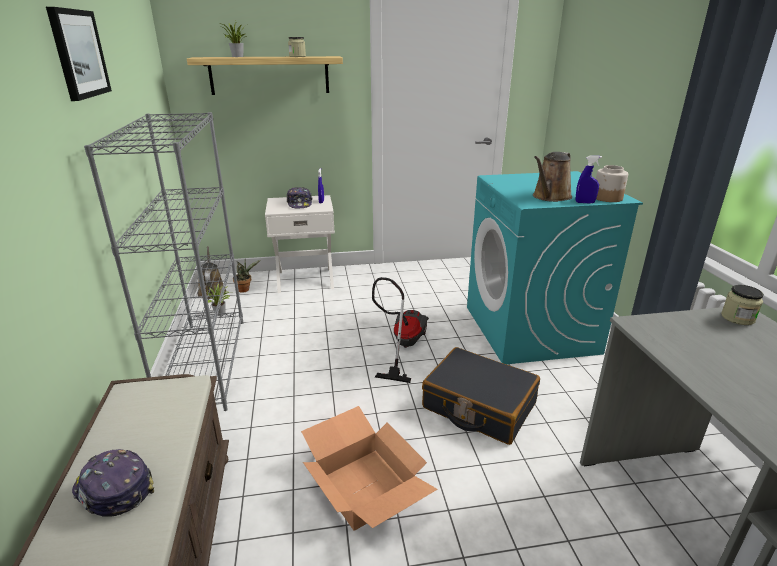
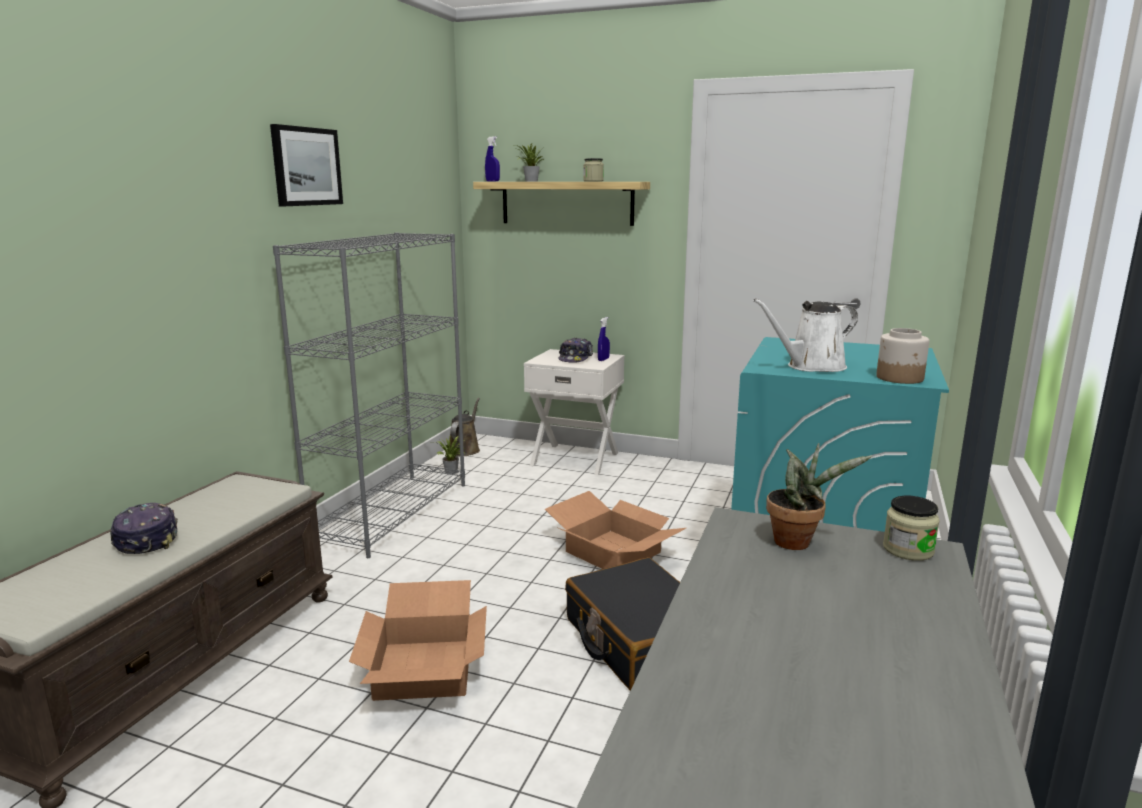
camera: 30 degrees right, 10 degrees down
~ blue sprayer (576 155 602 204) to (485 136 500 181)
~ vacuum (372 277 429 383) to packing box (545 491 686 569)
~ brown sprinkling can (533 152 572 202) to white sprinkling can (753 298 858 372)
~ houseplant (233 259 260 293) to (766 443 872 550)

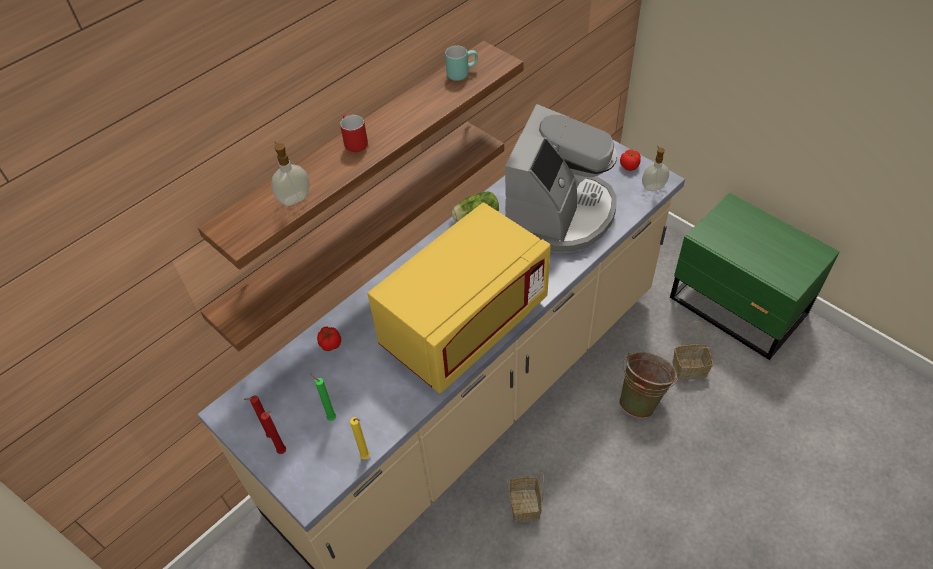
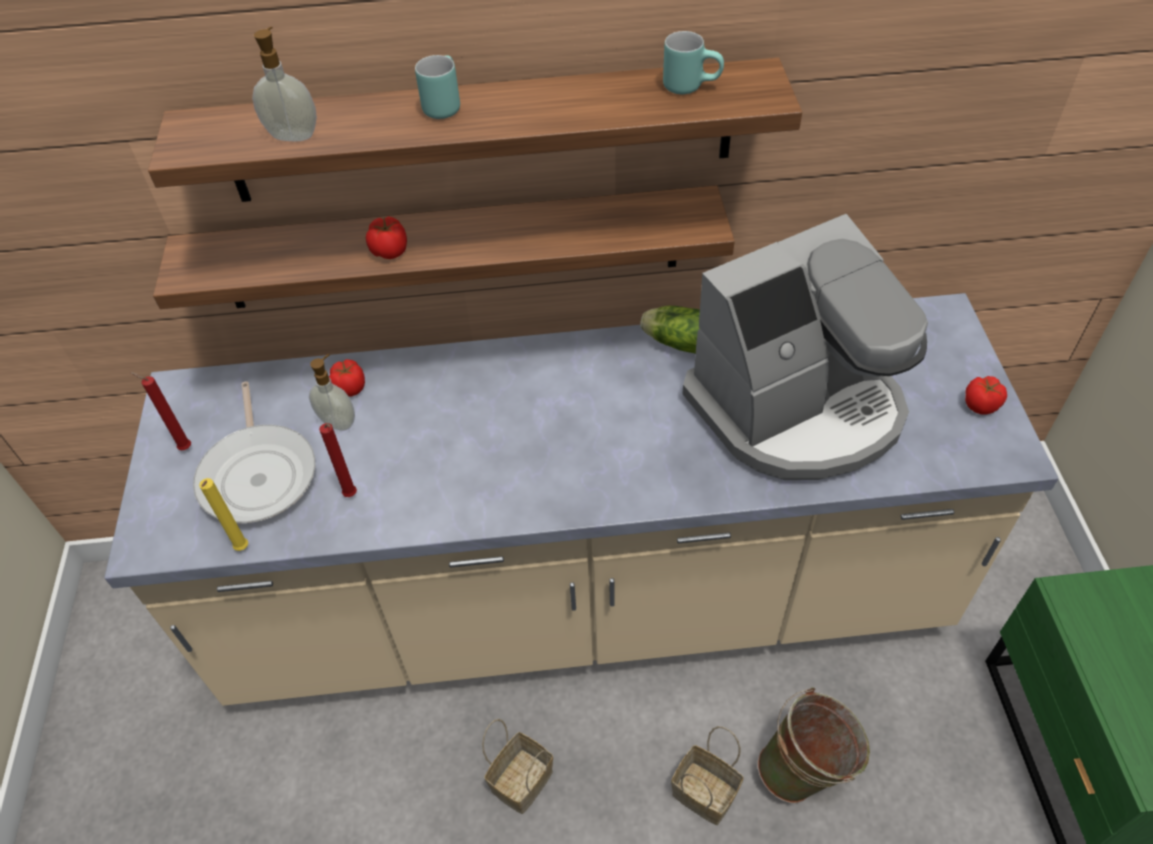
camera: 40 degrees right, 0 degrees up
~ green wax light (310 373 336 421) to frying pan (193 381 316 523)
~ soap dispenser (642 145 669 191) to (309 354 355 431)
~ reddish wax light (261 411 286 454) to (319 423 357 497)
+ tomato (366 216 407 259)
~ reddish tea mug (340 115 368 152) to turquoise-coloured tea mug (415 55 460 119)
~ storage basket (673 321 713 380) to (671 726 744 825)
- yellow-coloured microwave (368 202 551 393)

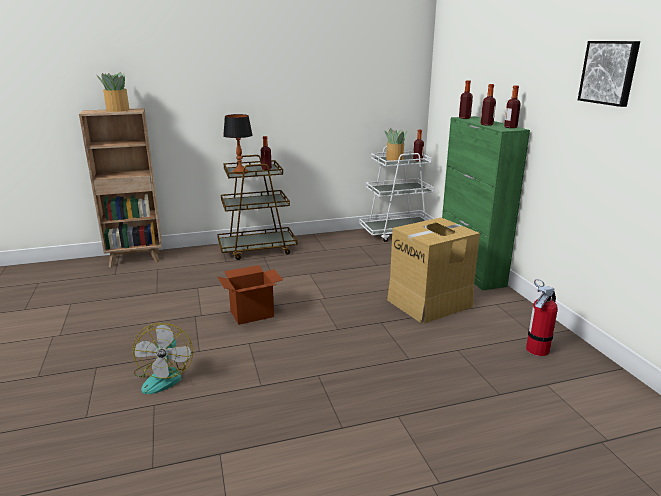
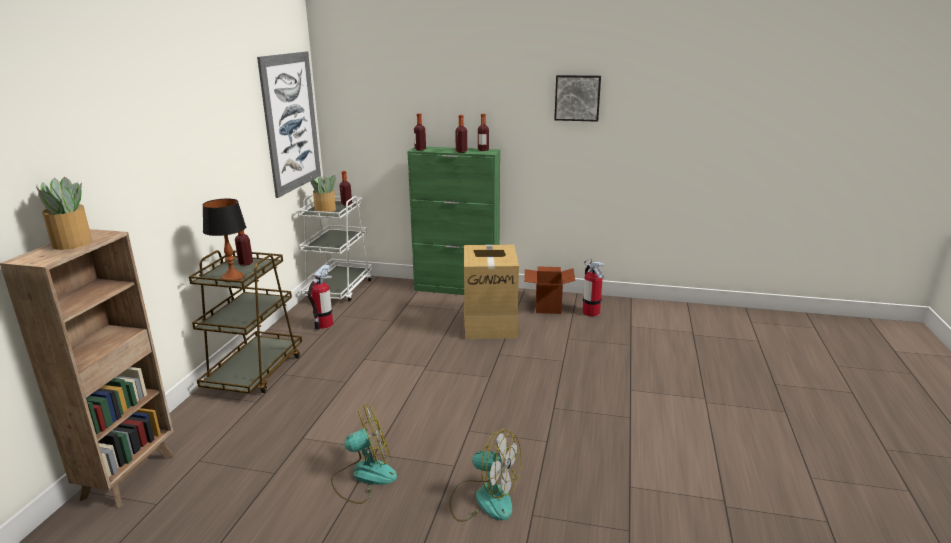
camera: 60 degrees left, 0 degrees up
+ picture (257 51 321 198)
+ fire extinguisher (308 264 333 330)
+ cooling fan (331 405 397 504)
~ packing box (217 265 283 325) to (524 266 575 314)

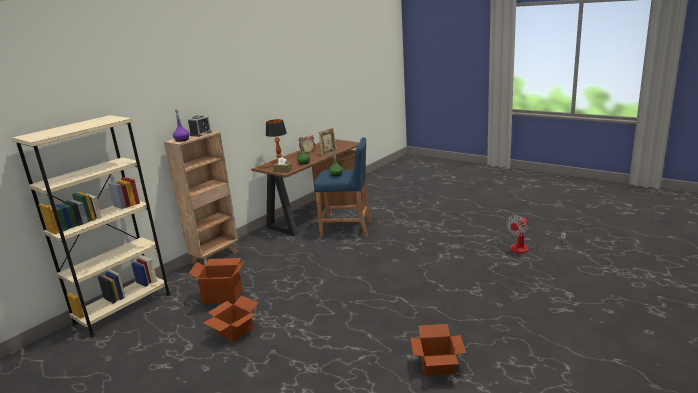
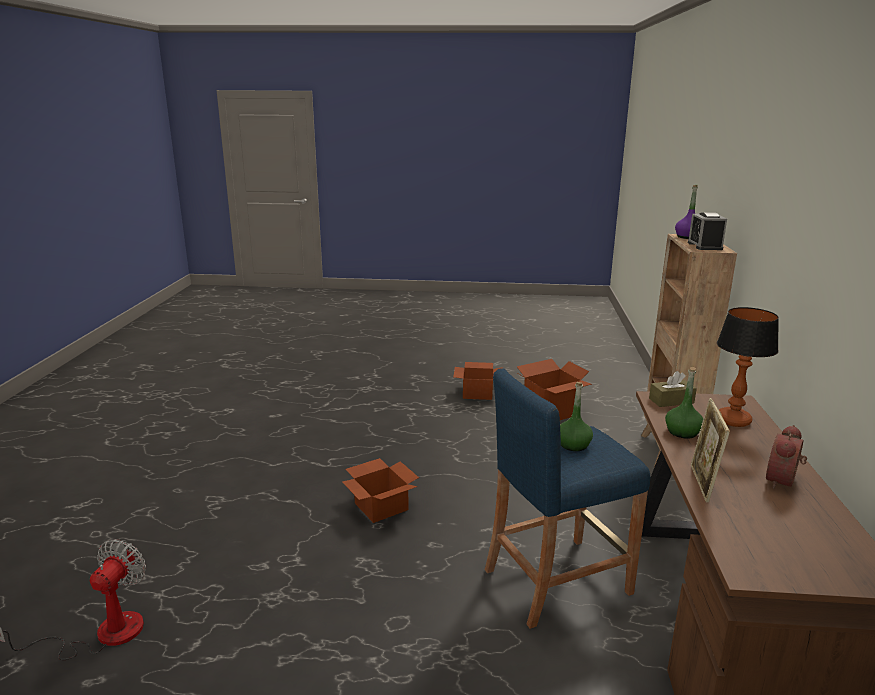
camera: 145 degrees right, 0 degrees up
~ packing box (410 324 466 376) to (342 458 419 523)
- sand-coloured shelving unit (12 115 171 337)

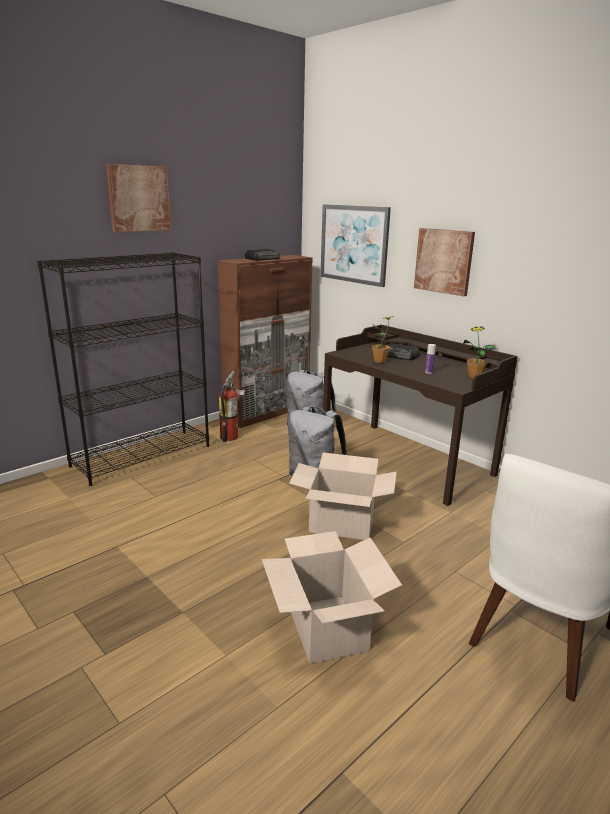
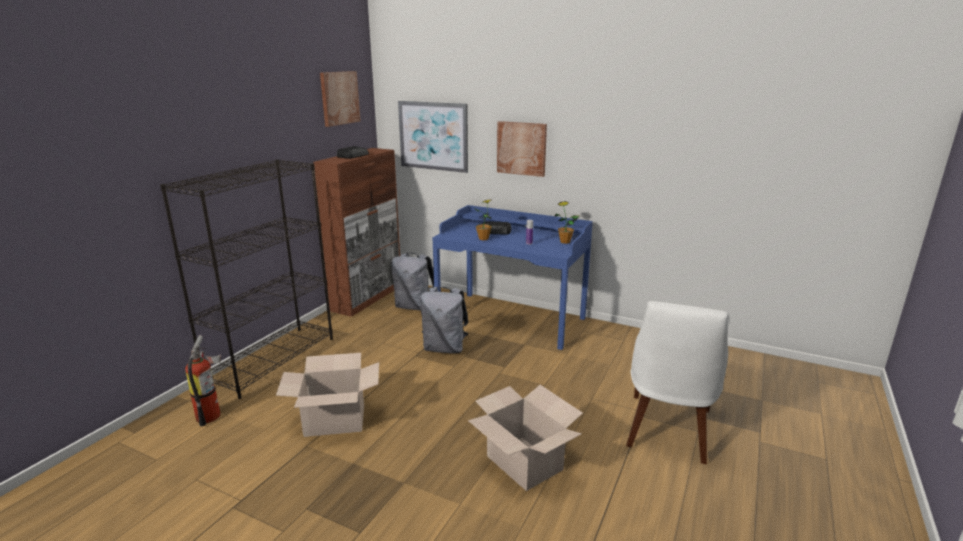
camera: 20 degrees left, 0 degrees up
~ fire extinguisher (219 371 245 442) to (185 335 221 426)
~ packing box (289 453 397 540) to (276 353 379 437)
~ picture (106 163 171 232) to (320 71 361 127)
~ brown desk unit (323 325 518 506) to blue desk unit (433 205 593 350)

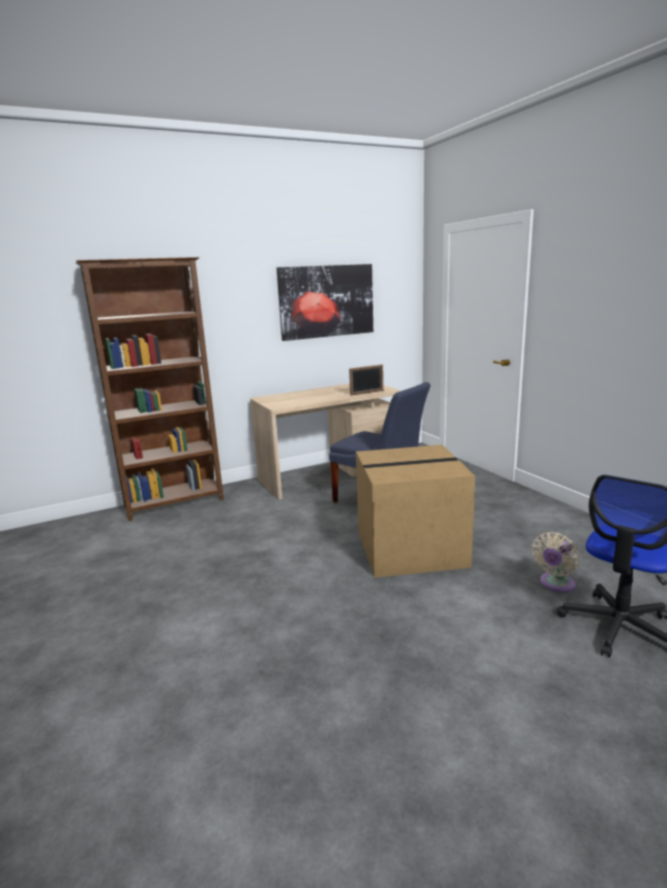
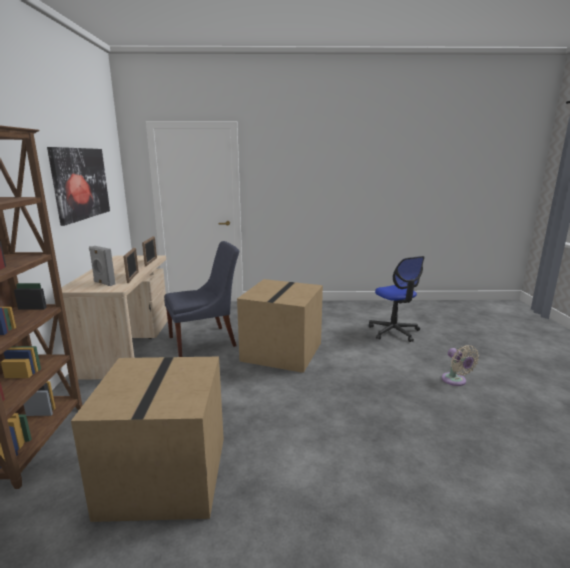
camera: 65 degrees left, 0 degrees up
+ packing box (71 357 224 522)
+ grey speaker (89 246 116 286)
+ standing frame (123 248 139 283)
~ sand-coloured cooling fan (532 532 580 592) to (441 345 479 386)

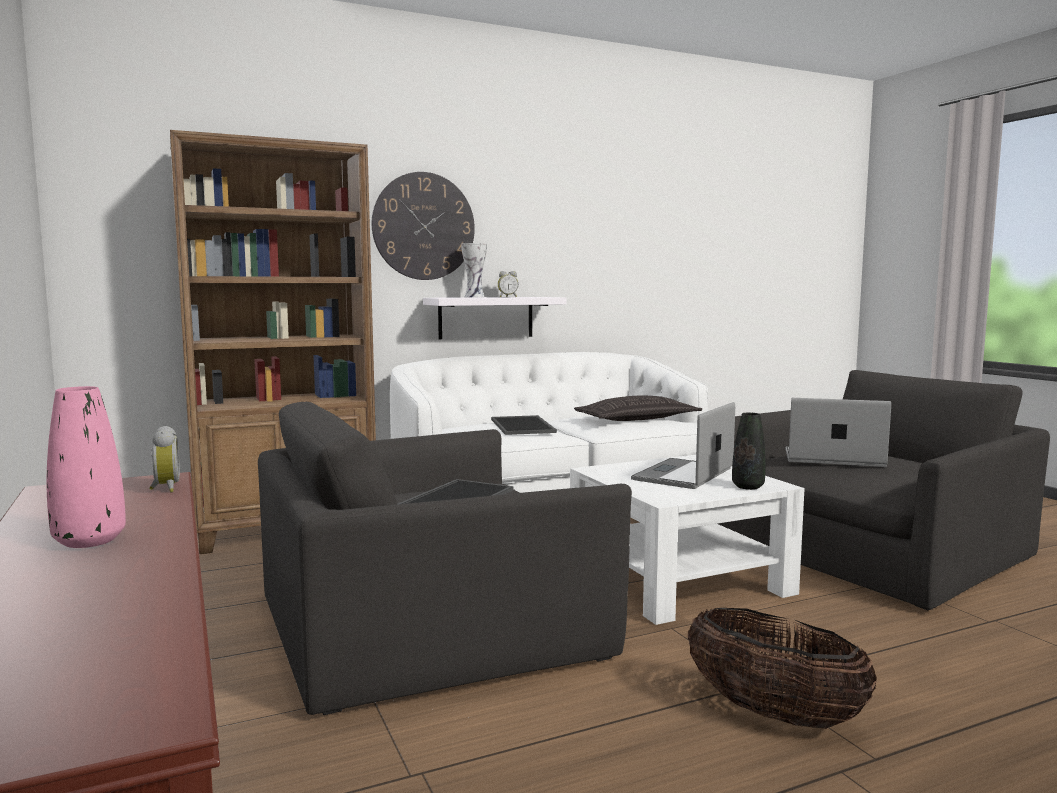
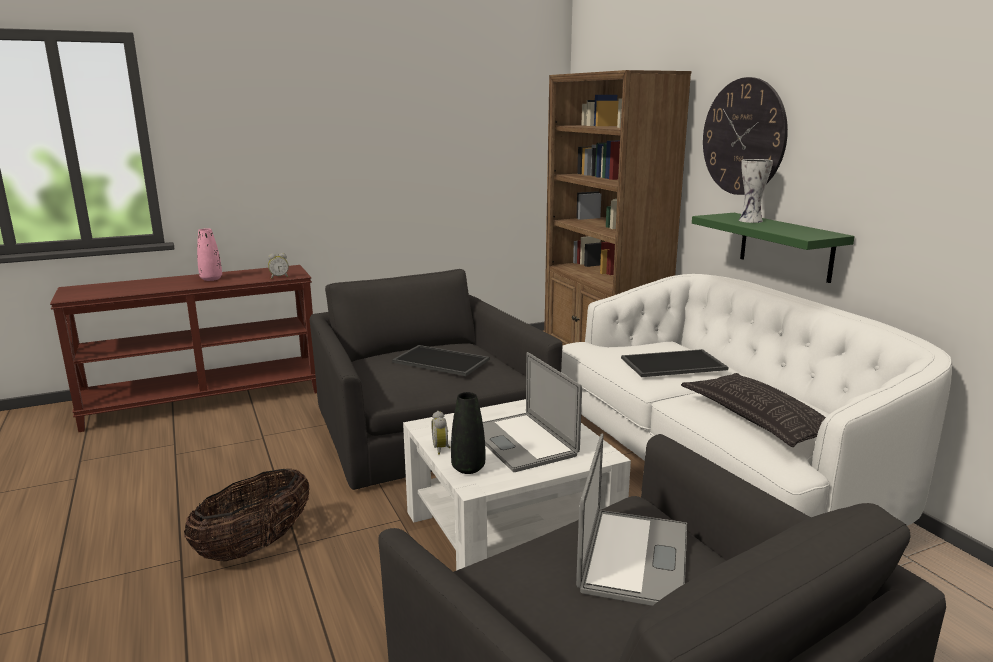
camera: 90 degrees right, 10 degrees up
~ bedside clock (498 271 518 297) to (432 411 450 455)
~ notebook computer (631 402 735 489) = (483 352 582 472) 150 degrees counterclockwise
~ white bracket shelf (423 297 567 339) to green bracket shelf (692 213 855 283)

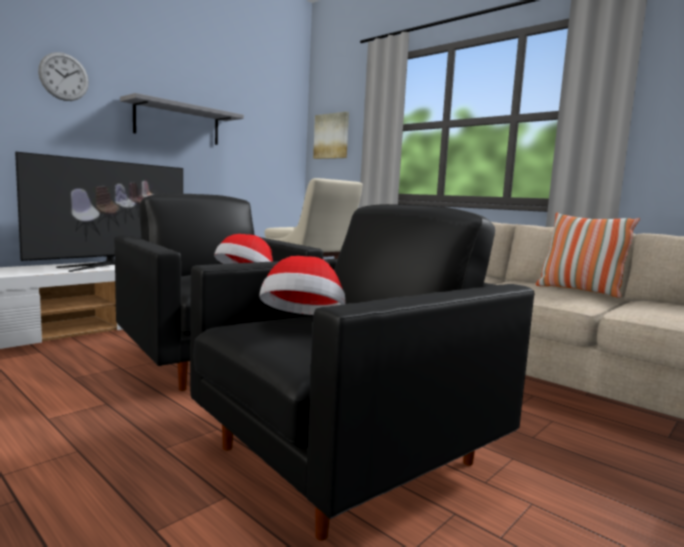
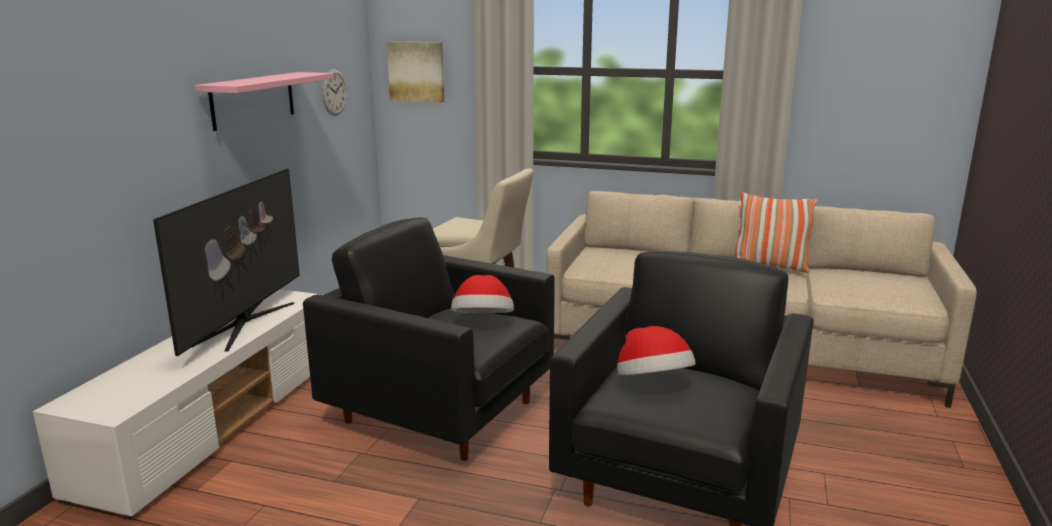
camera: 25 degrees left, 10 degrees up
~ grey bracket shelf (120 93 244 145) to pinkish bracket shelf (195 72 333 131)
~ hanging clock (38 52 89 101) to (322 69 347 116)

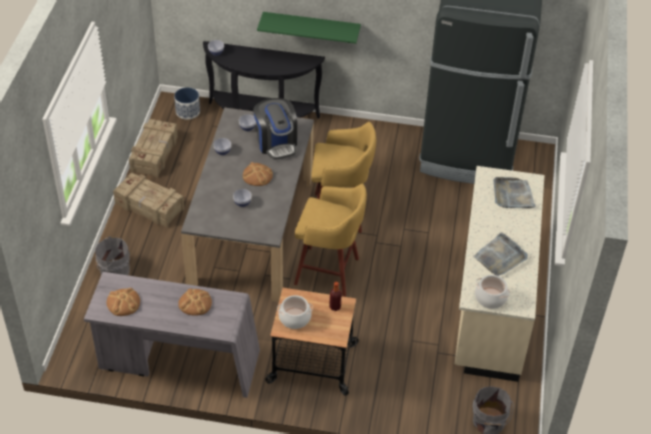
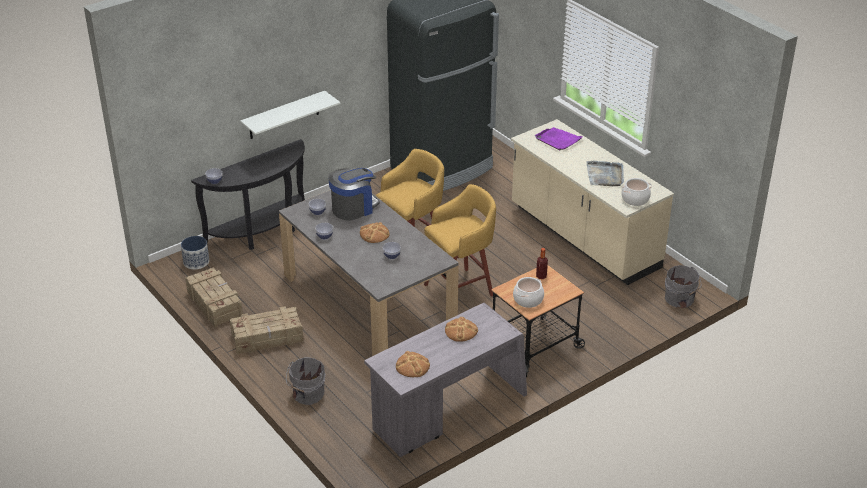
camera: 45 degrees left, 10 degrees down
~ green bracket shelf (257 12 361 44) to white bracket shelf (240 91 340 139)
~ coffee brewer (253 98 297 159) = (328 168 380 221) 60 degrees counterclockwise
~ grey tray (494 177 536 208) to purple-coloured tray (535 127 583 150)

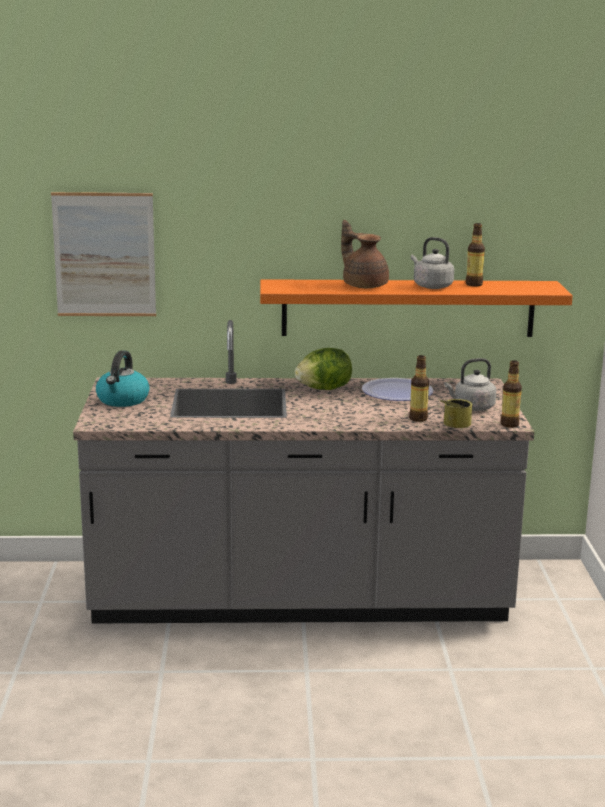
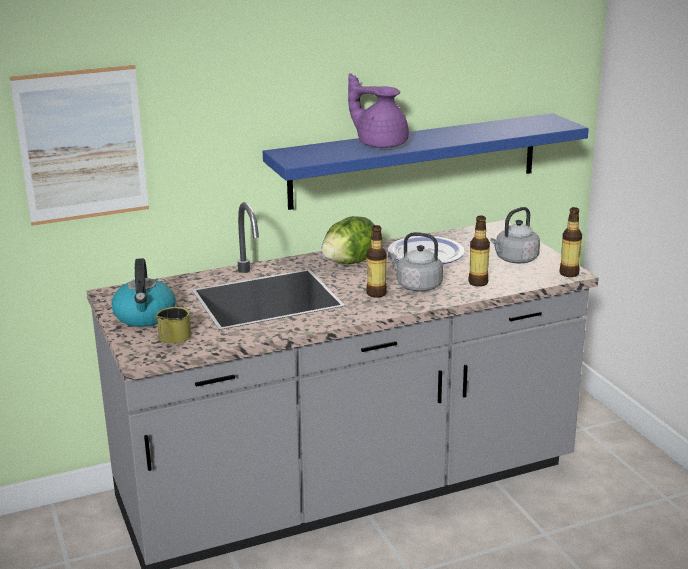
camera: 20 degrees left, 5 degrees up
~ metal can (440 399 473 428) to (152 307 191 344)
~ orange-coloured bracket shelf (260 279 573 337) to blue bracket shelf (263 113 589 210)
~ brown tea pot (341 220 389 288) to purple-coloured tea pot (348 73 409 148)
~ beverage bottle (466 223 485 286) to (366 225 387 298)
~ grey kettle (411 237 454 289) to (387 232 443 292)

